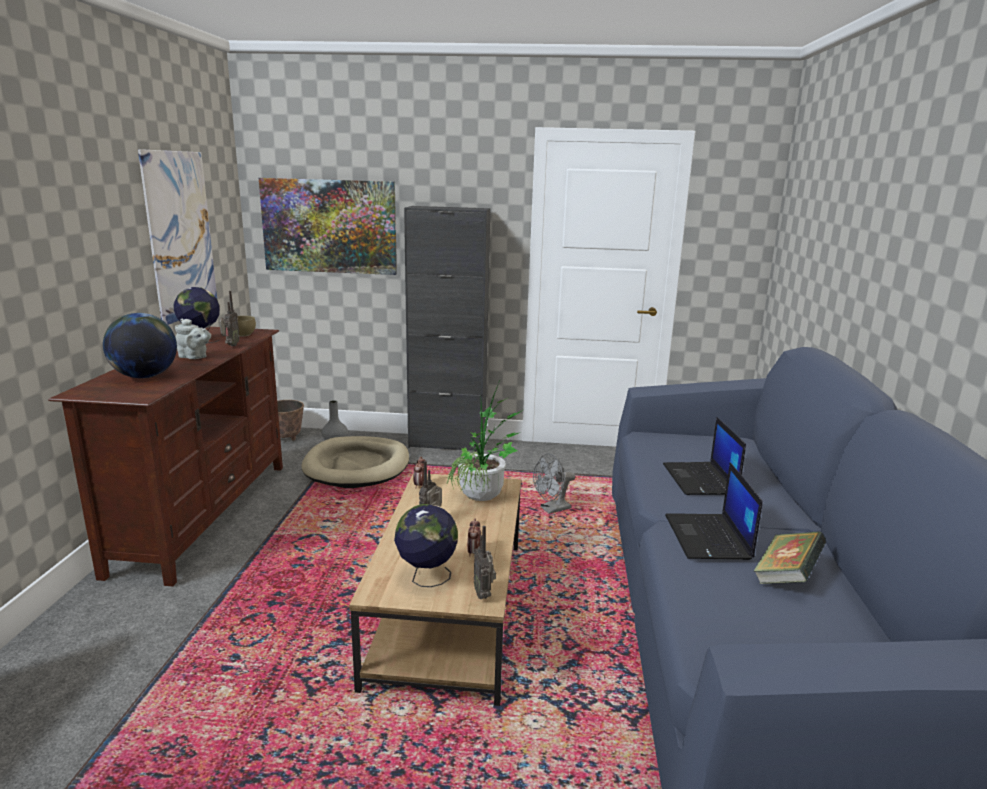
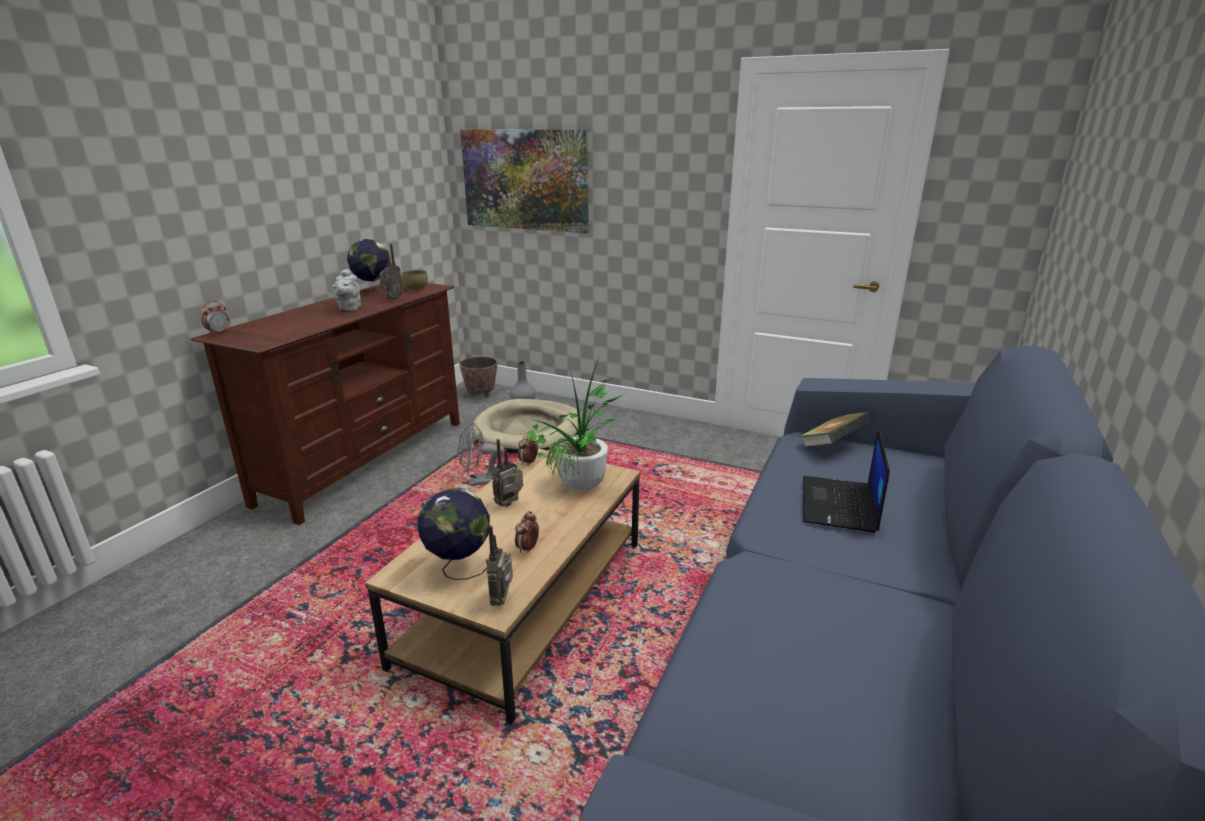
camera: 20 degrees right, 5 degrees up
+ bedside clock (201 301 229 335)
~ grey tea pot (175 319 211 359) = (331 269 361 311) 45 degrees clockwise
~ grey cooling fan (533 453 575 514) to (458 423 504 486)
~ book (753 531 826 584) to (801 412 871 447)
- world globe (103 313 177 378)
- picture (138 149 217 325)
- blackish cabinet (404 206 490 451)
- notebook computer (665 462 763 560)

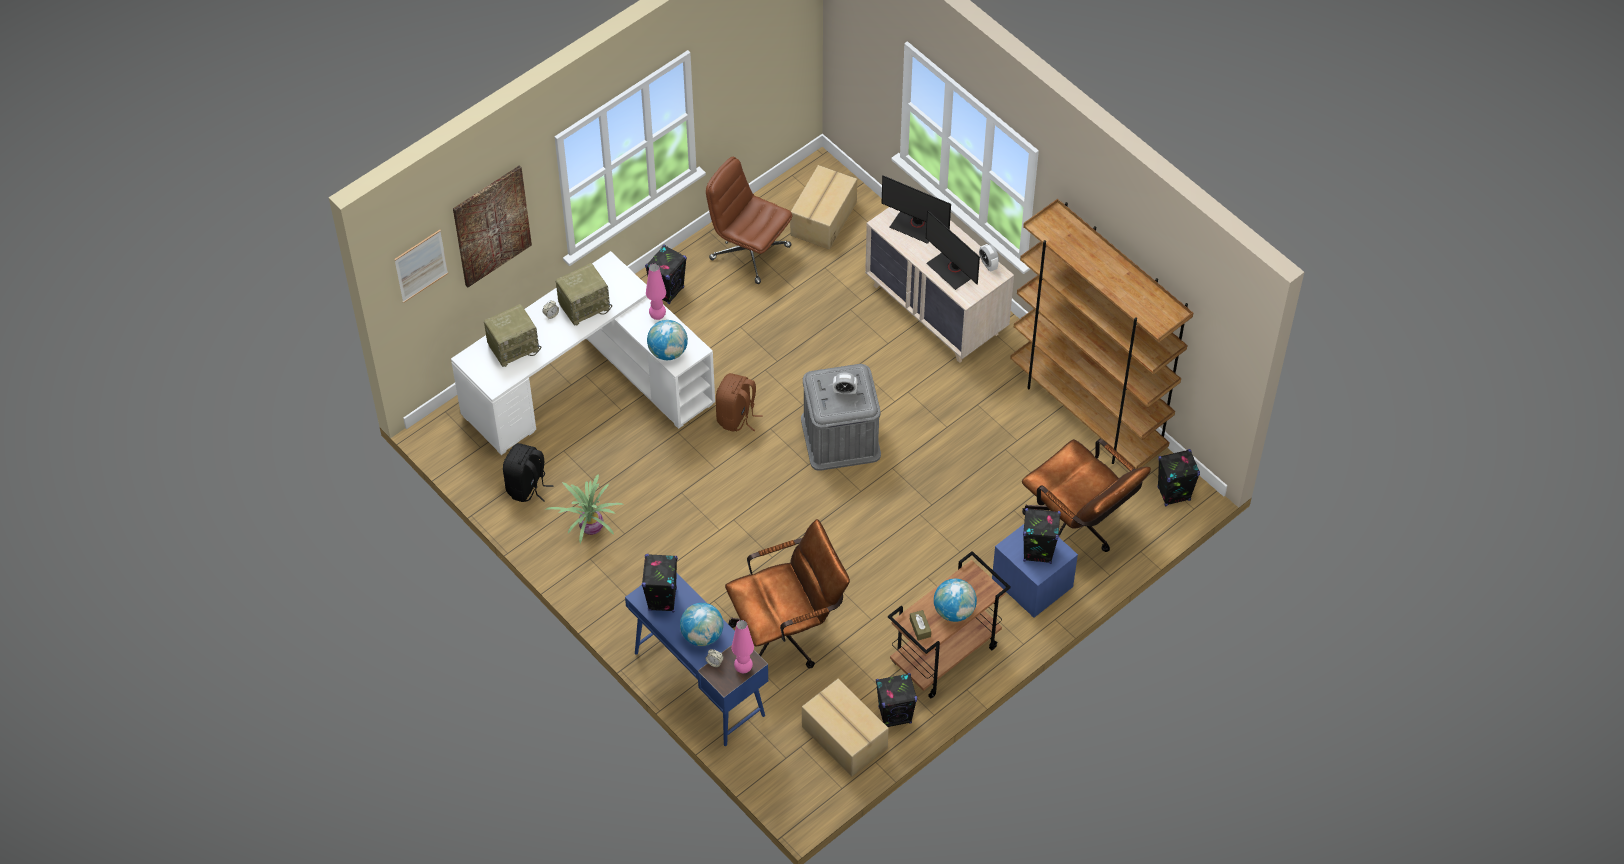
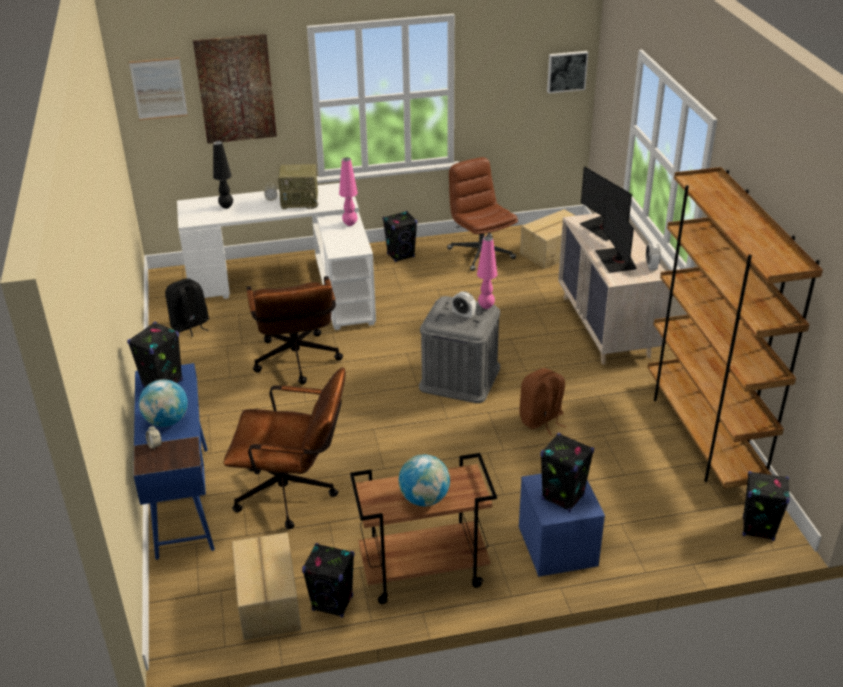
camera: 30 degrees right, 20 degrees down
~ radio (484 304 541 367) to blackish lamp for a table (213 141 233 209)
~ brown computer chair (1022 439 1151 552) to (247 276 343 384)
~ pinkish lamp for a table (731 620 754 673) to (477 236 497 309)
~ brown rucksack (716 373 763 432) to (519 368 566 435)
+ picture (547 51 588 93)
- houseplant (546 474 625 544)
- world globe (647 320 688 360)
- brown box of tissues (910 610 931 641)

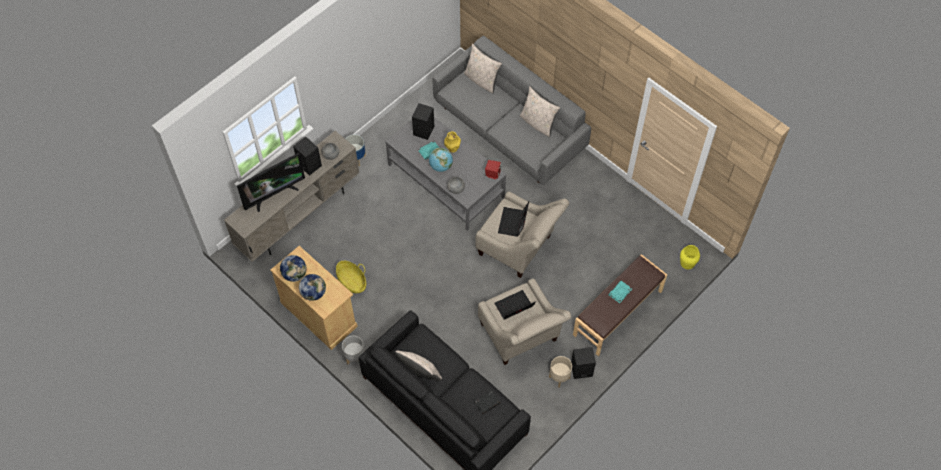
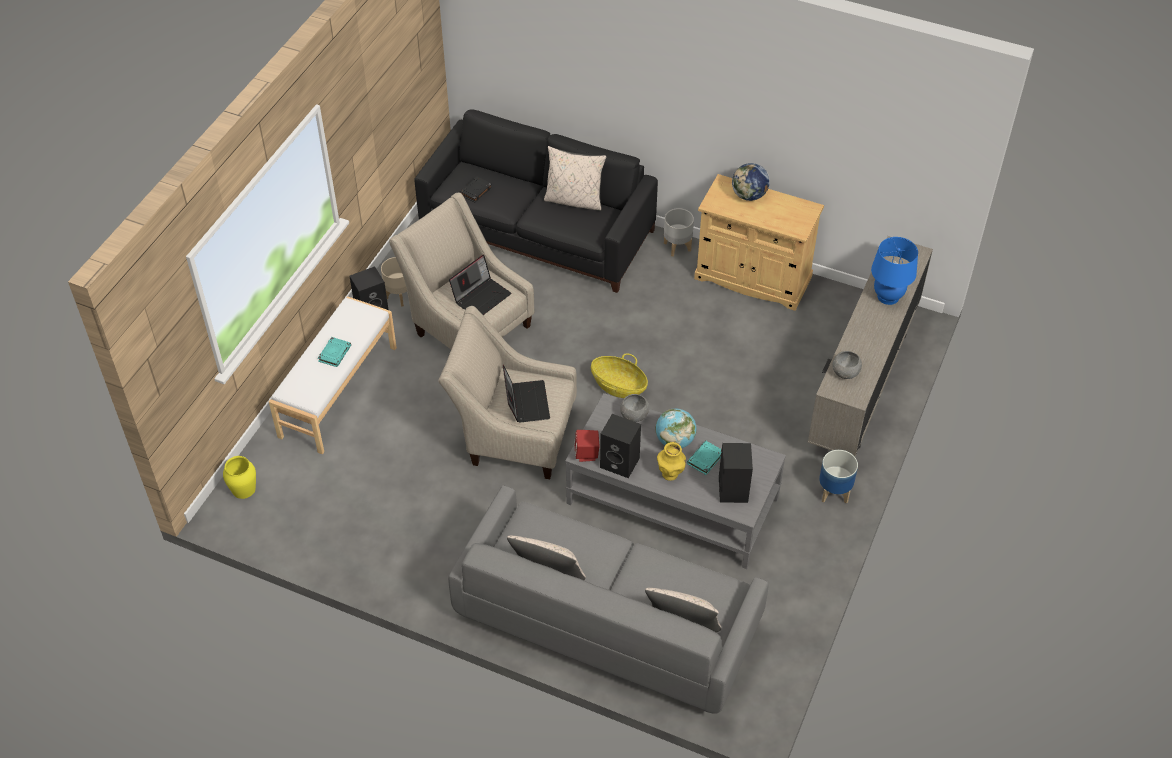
camera: 160 degrees right, 10 degrees down
~ brown bench (573 254 667 356) to white bench (269 296 397 454)
~ storage basket (336 261 366 293) to (591 353 648 398)
~ blackish speaker (293 137 322 176) to (600 414 641 478)
~ TV (237 153 305 212) to blue lamp for a table (871 237 918 305)
- world globe (280 255 307 282)

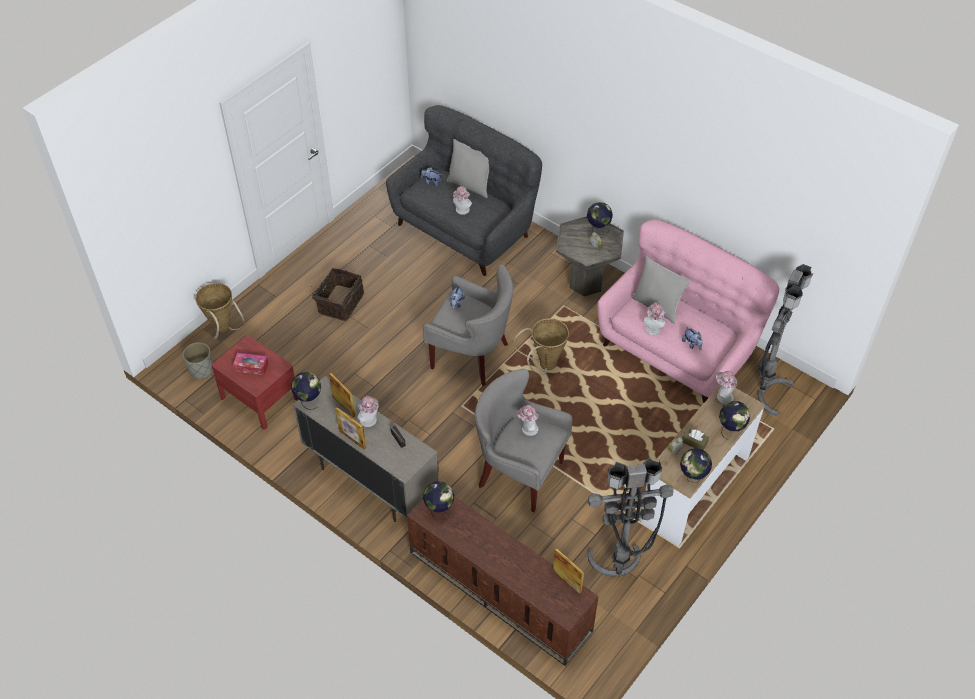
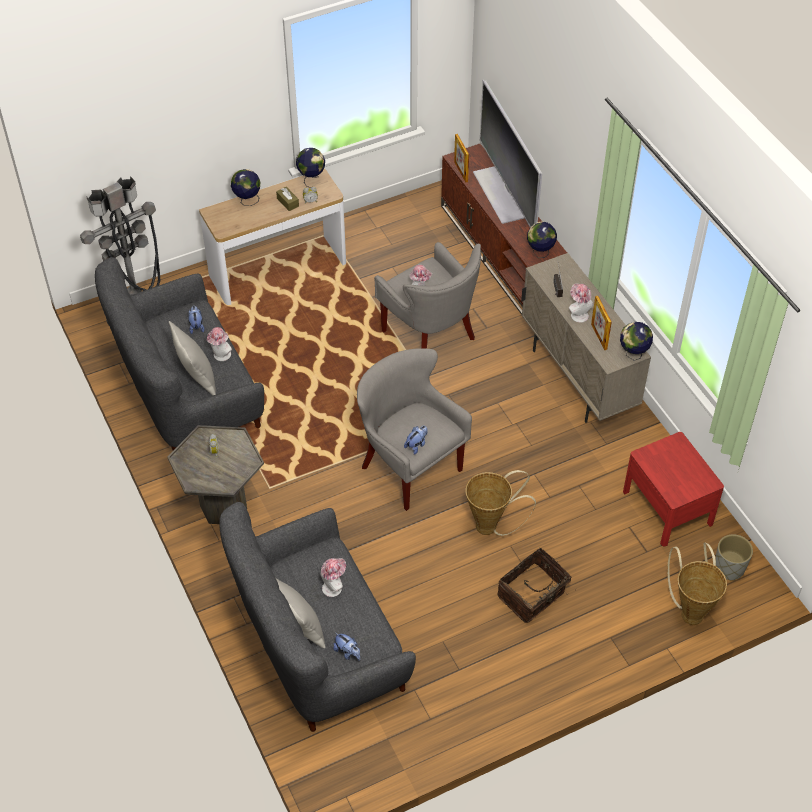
camera: 155 degrees left, 0 degrees up
~ pinkish settee (597 219 779 404) to grey settee (95 257 264 451)
~ storage basket (513 318 569 375) to (466 470 536 536)
+ TV (473 80 542 227)
- box of tissues (233 353 268 375)
- standing frame (336 407 366 450)
- world globe (587 202 613 235)
- grey standard lamp (588 458 673 577)
- wearable hat (716 371 737 404)

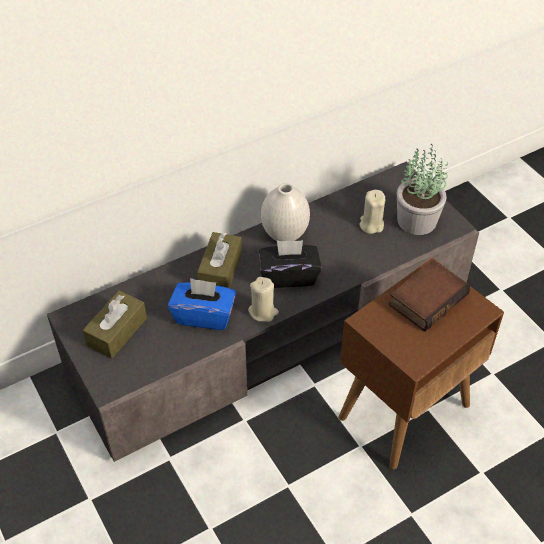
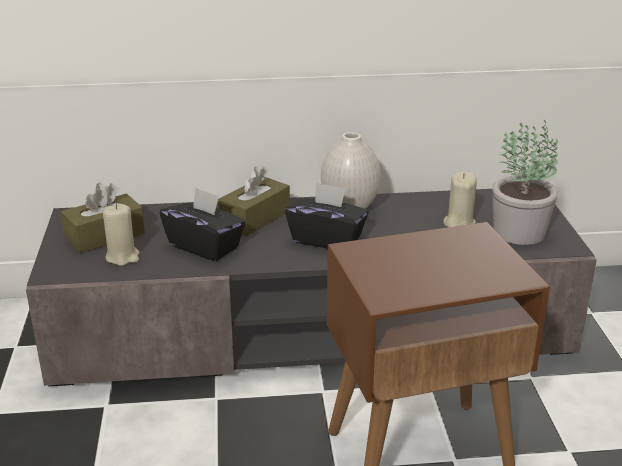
camera: 25 degrees right, 20 degrees down
~ sand-coloured wax light (248 277 279 322) to (103 204 139 266)
~ blue box of tissues (168 278 236 330) to blackish box of tissues (160 187 246 261)
- book (389 260 470 331)

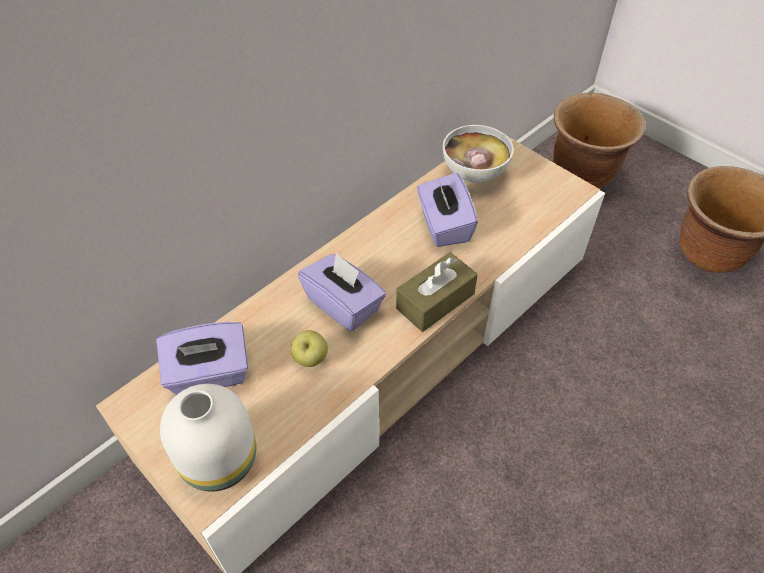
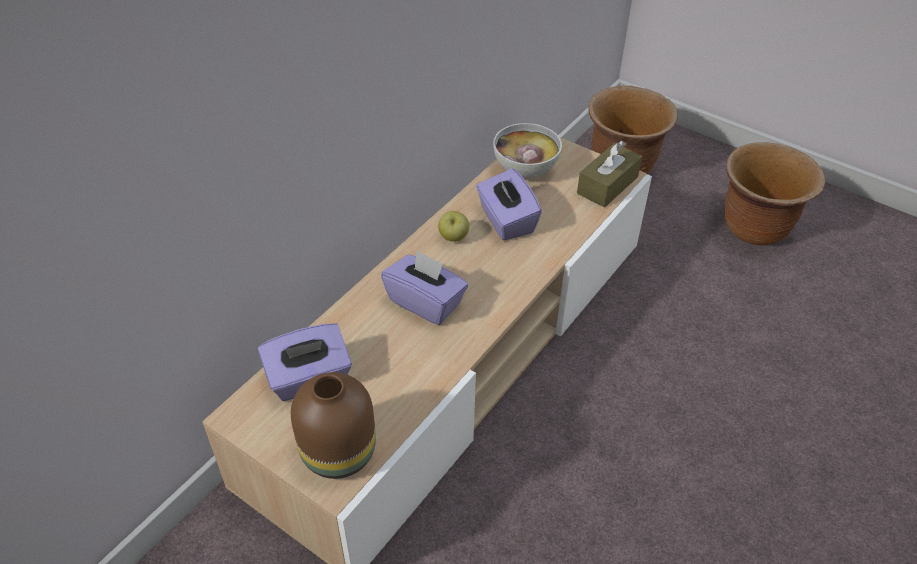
camera: 10 degrees left, 5 degrees down
~ white decorative vase (160 384 256 492) to brown decorative vase (291 372 376 479)
~ whole apple (291 330 328 367) to (438 211 469 242)
~ brown box of tissues (396 252 478 332) to (577 141 642 207)

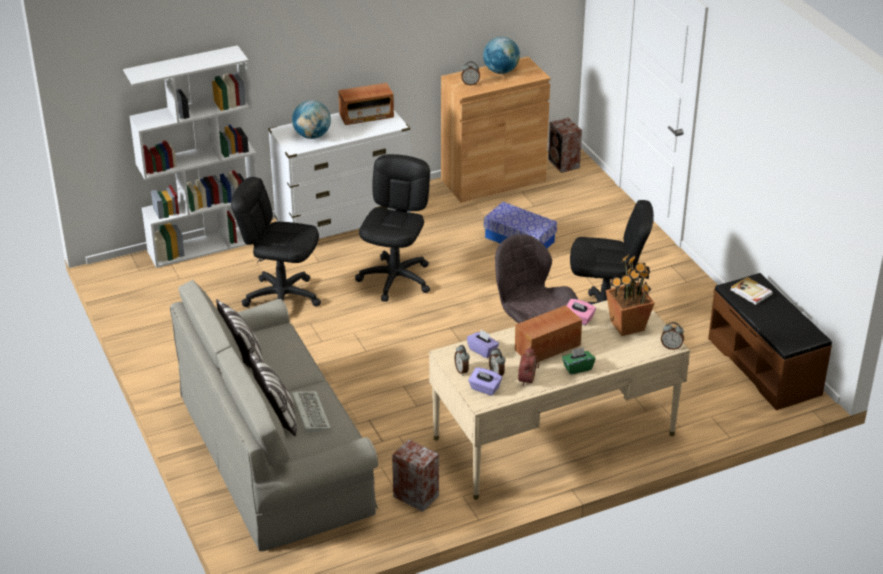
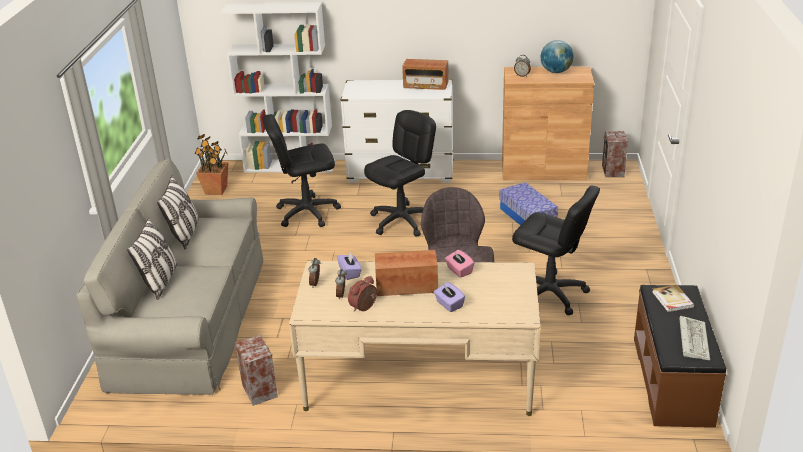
camera: 30 degrees right, 5 degrees down
~ houseplant (606 254 655 336) to (194 134 229 195)
~ blackish computer chair (231 177 321 307) = (263 114 341 227) 60 degrees counterclockwise
~ purple-coloured box of tissues (468 367 502 396) to (434 282 465 312)
~ PC keyboard (292 391 331 432) to (679 316 710 360)
- world globe (292 100 331 139)
- green box of tissues (562 348 595 375)
- bedside clock (661 322 684 350)

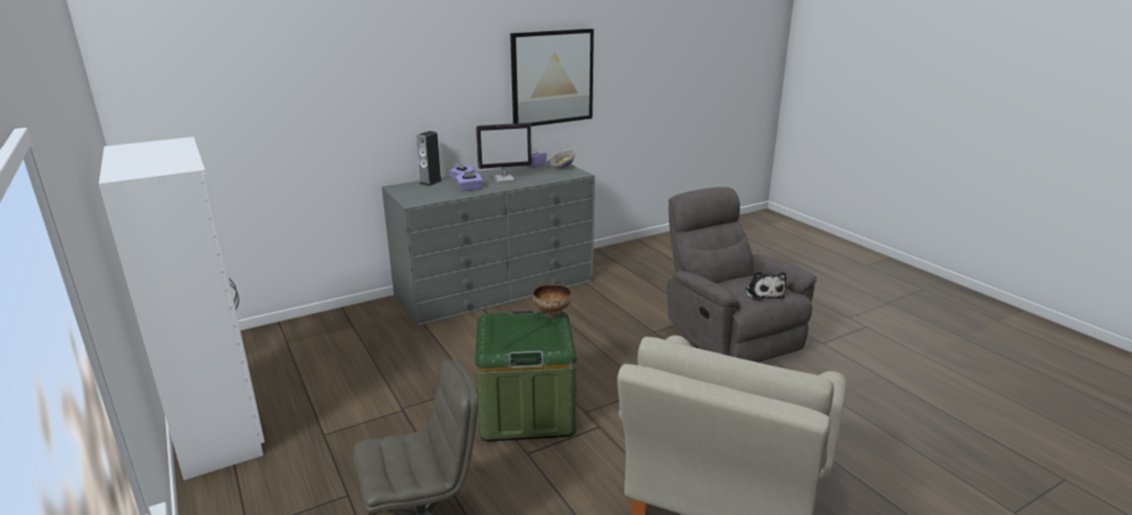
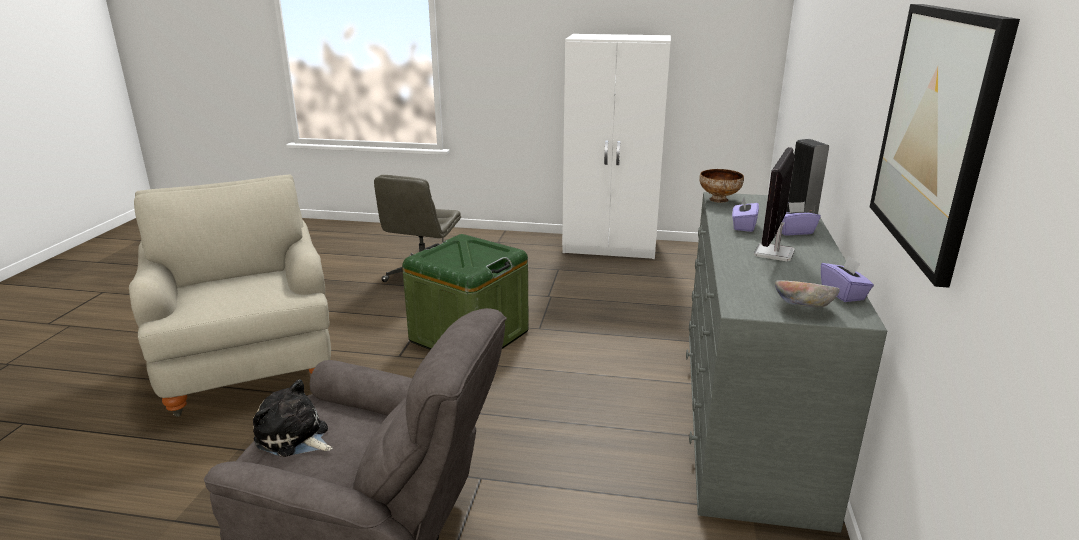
camera: 130 degrees right, 0 degrees up
~ bowl (533 284 572 318) to (699 169 744 203)

